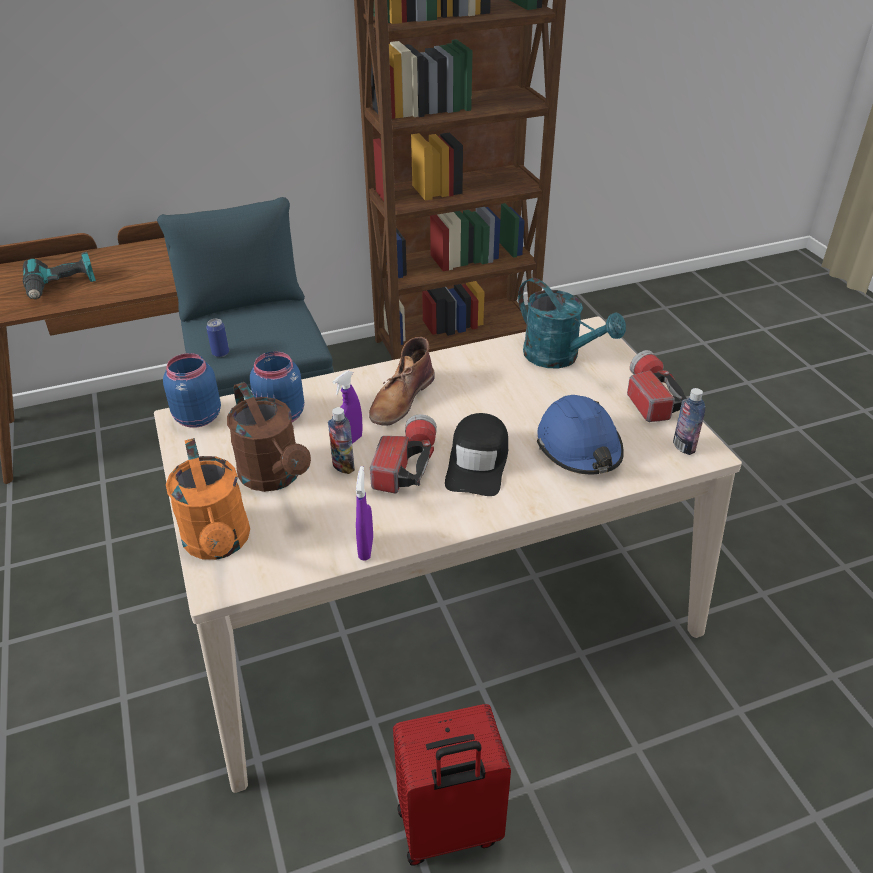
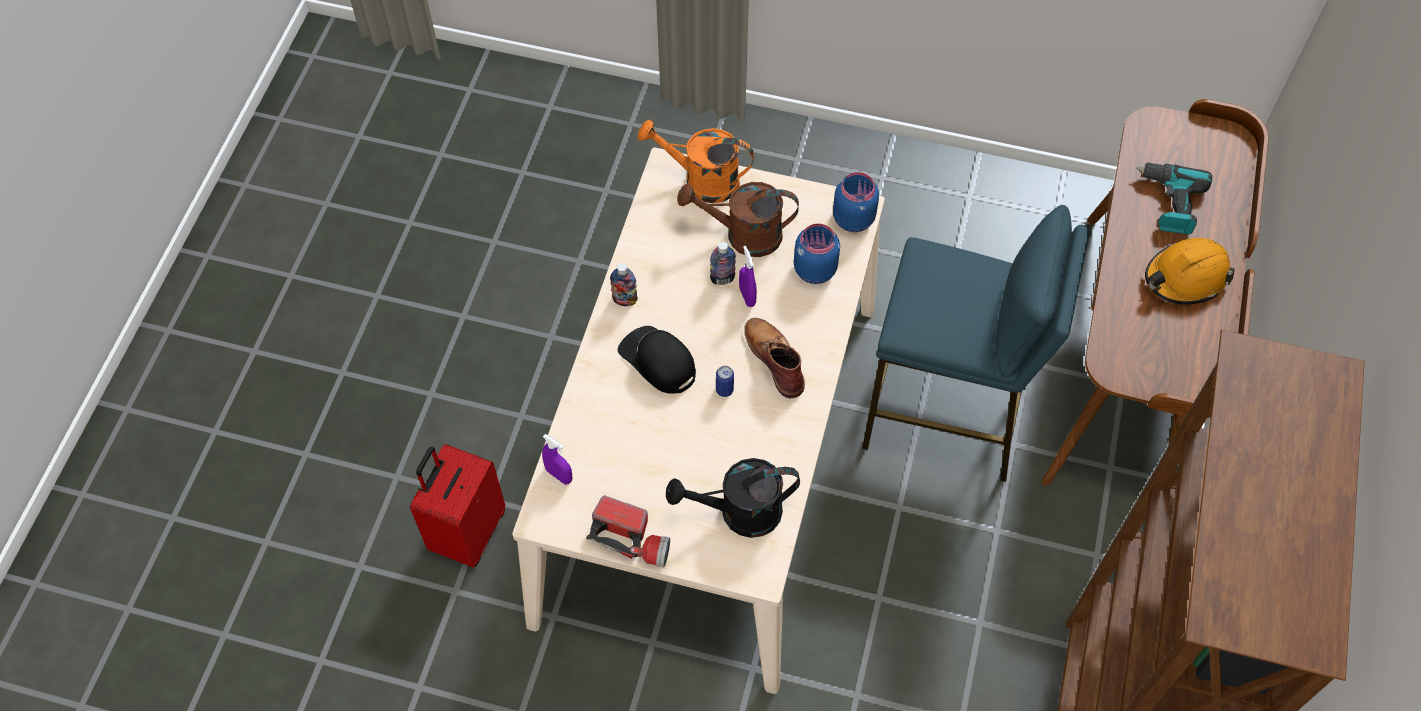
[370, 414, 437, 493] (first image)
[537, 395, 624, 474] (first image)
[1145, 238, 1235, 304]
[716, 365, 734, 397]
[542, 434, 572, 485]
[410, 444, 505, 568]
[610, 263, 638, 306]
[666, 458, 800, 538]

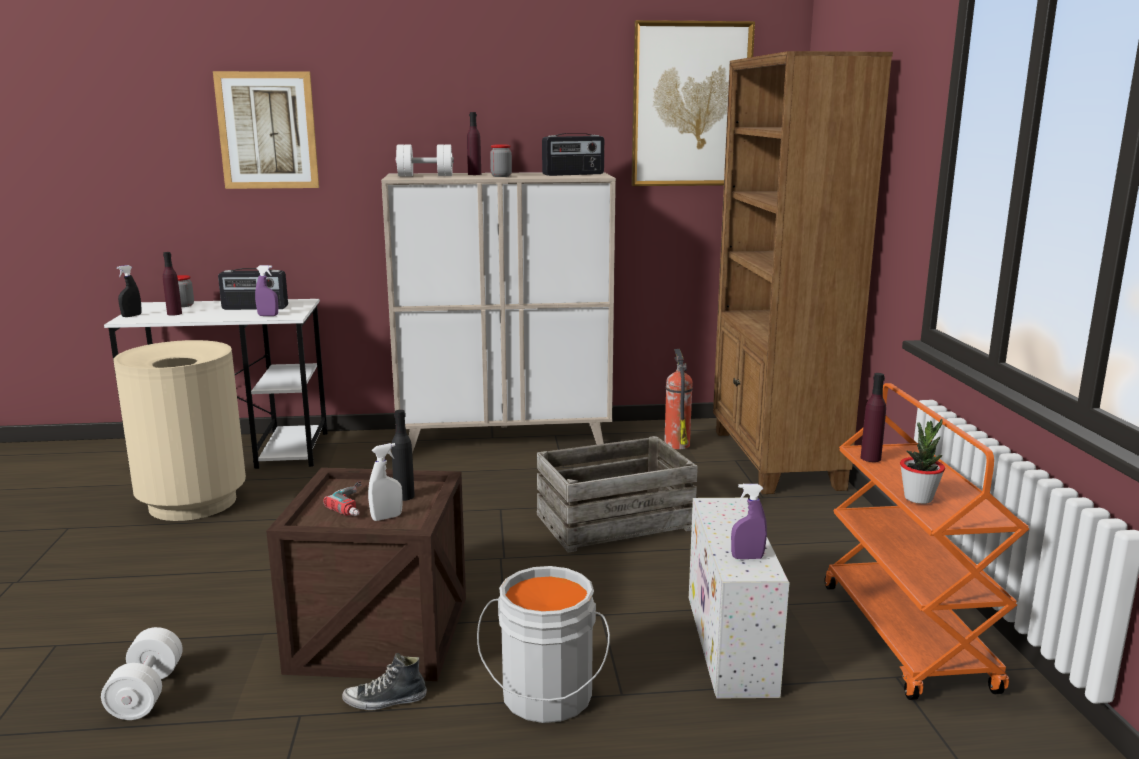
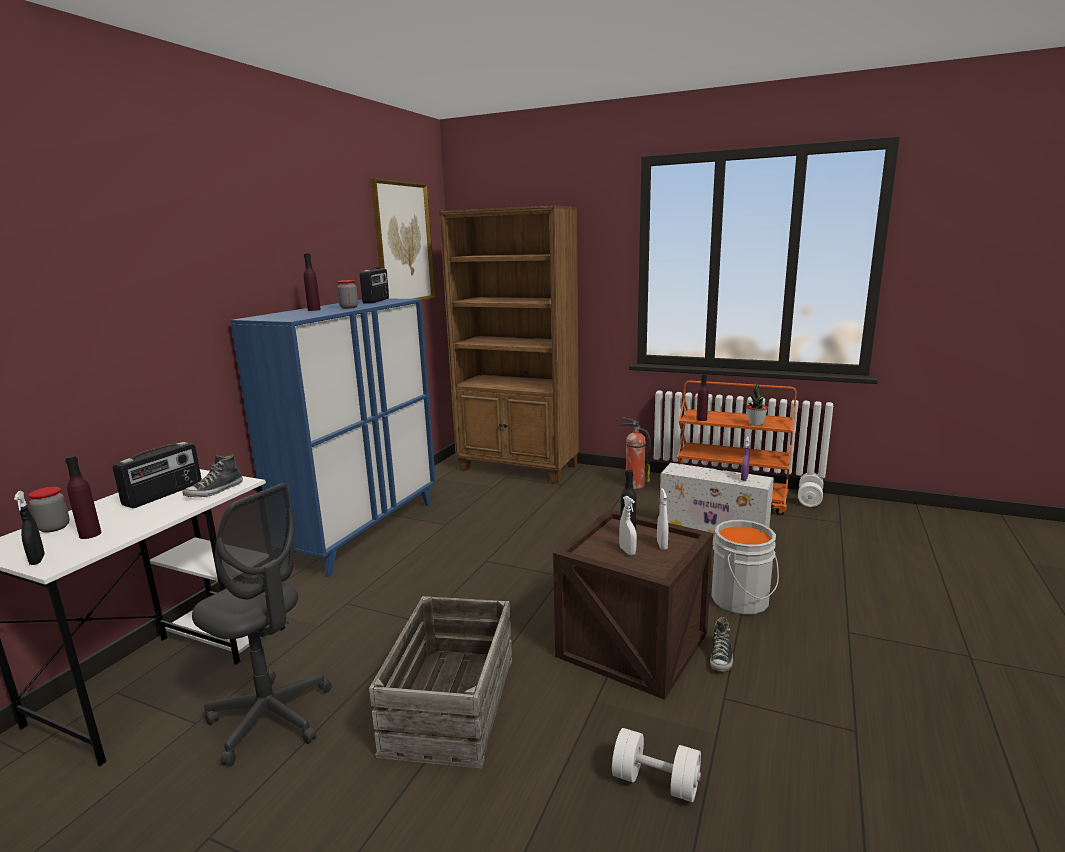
[213, 71, 319, 189] (first image)
[798, 473, 823, 507]
[369, 596, 512, 769]
[619, 417, 651, 489]
[192, 483, 331, 766]
[182, 454, 243, 497]
[619, 496, 637, 555]
[231, 299, 436, 577]

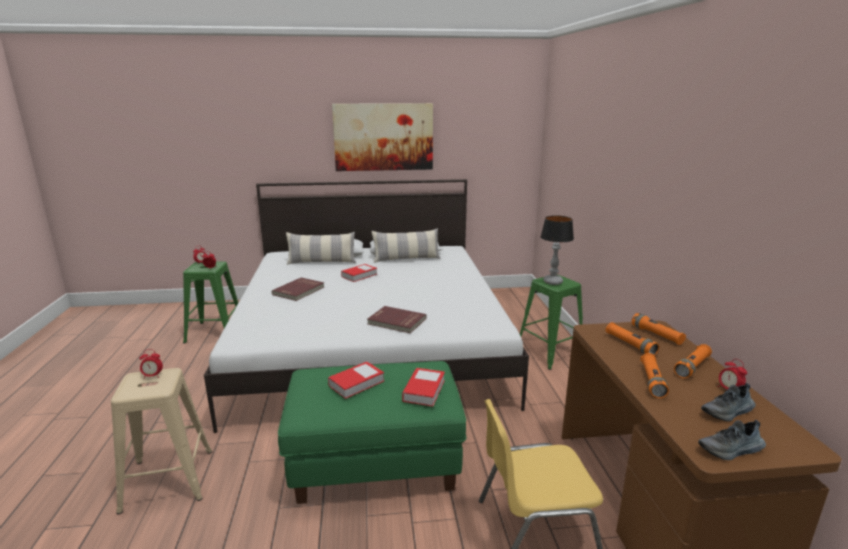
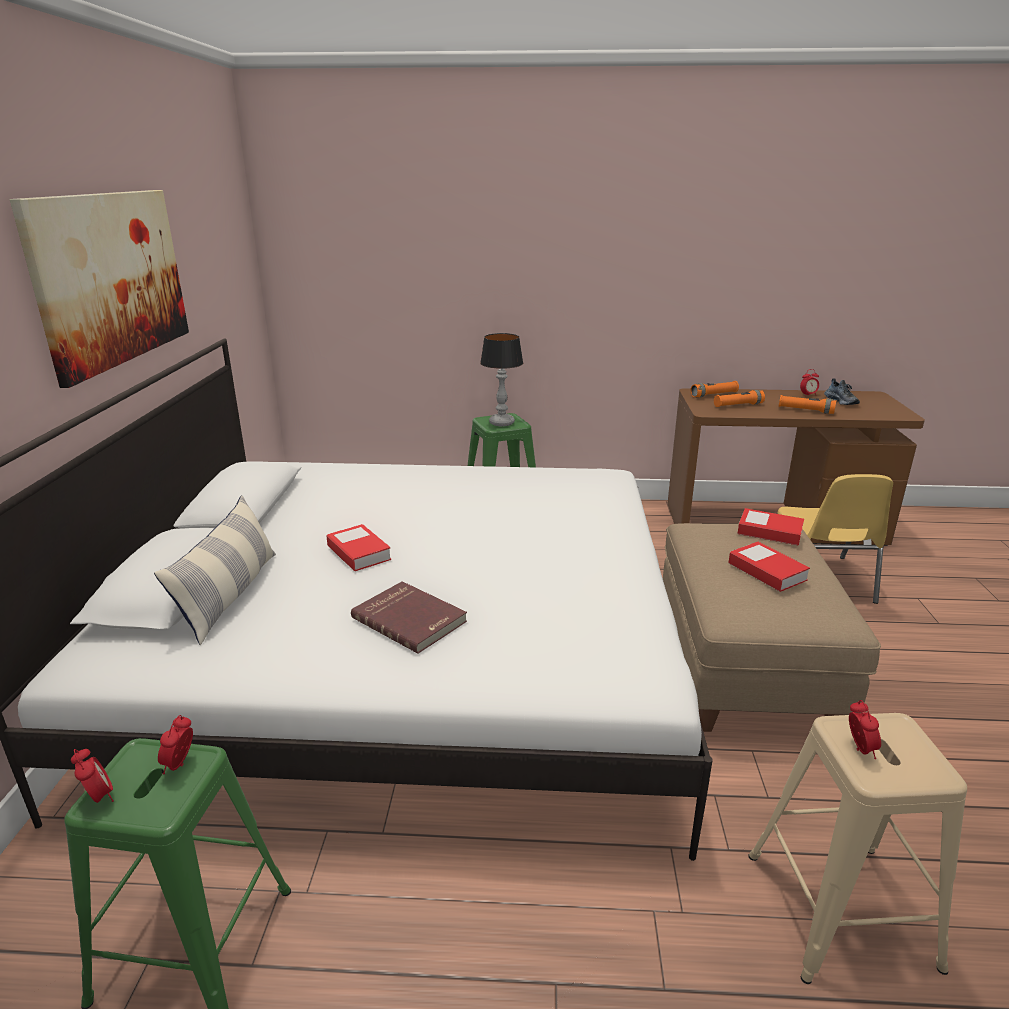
[368, 306, 427, 333] (first image)
[372, 228, 440, 263] (first image)
[674, 344, 712, 378] (first image)
[698, 420, 766, 460] (first image)
[663, 523, 881, 732]

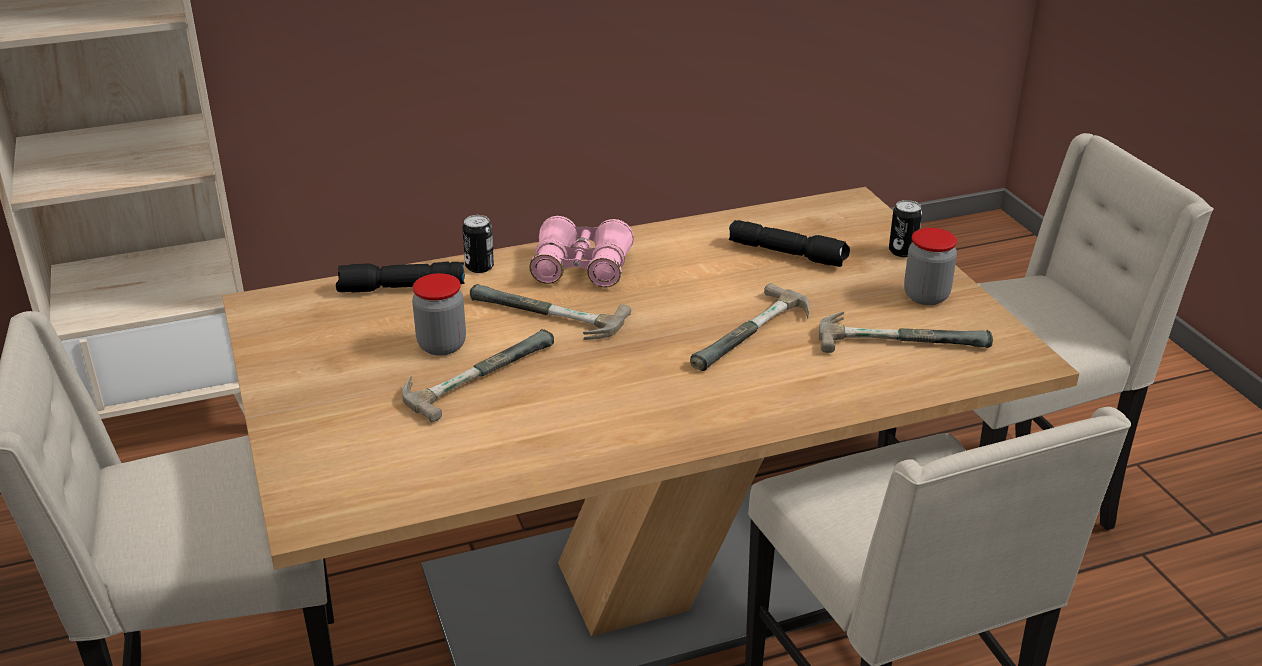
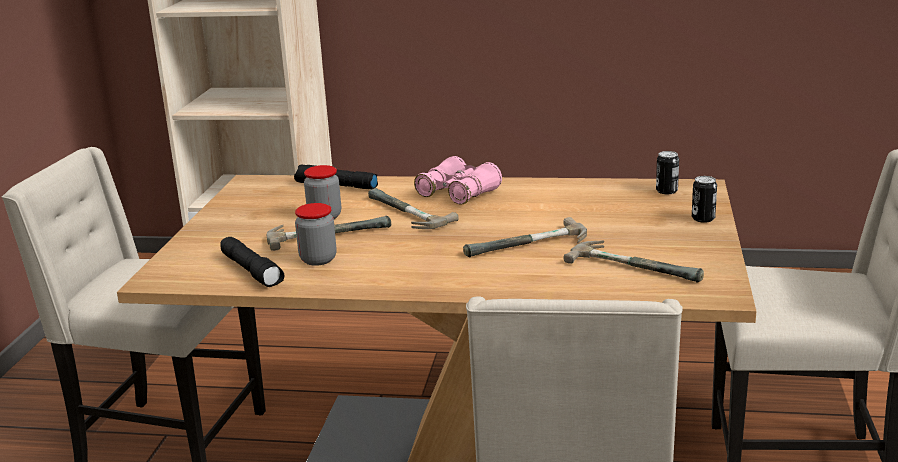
[656, 151, 679, 194]
[220, 237, 284, 287]
[295, 203, 337, 266]

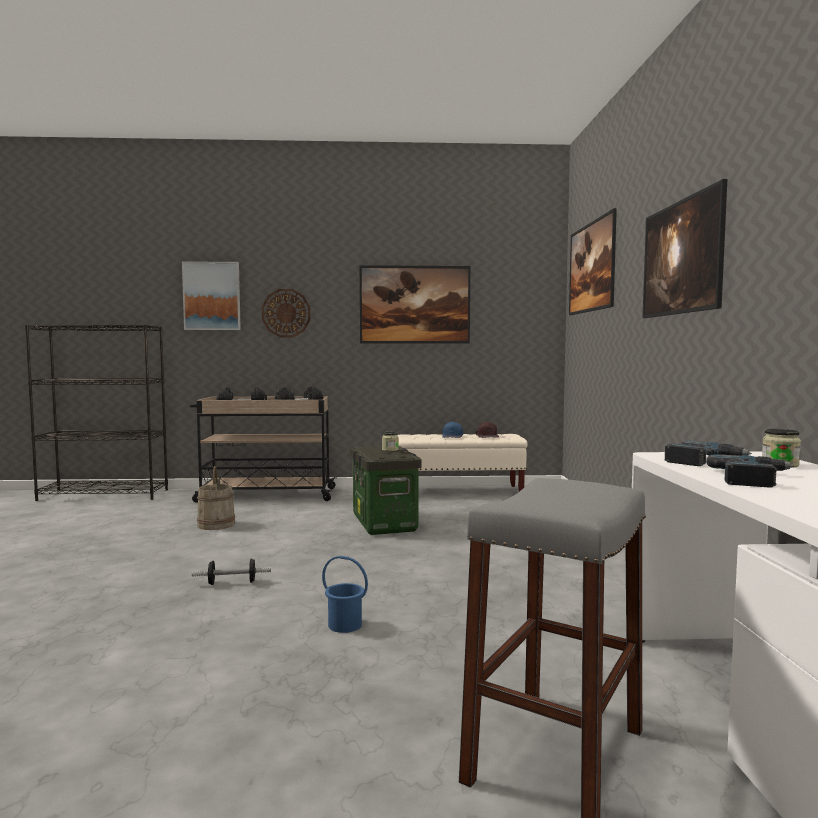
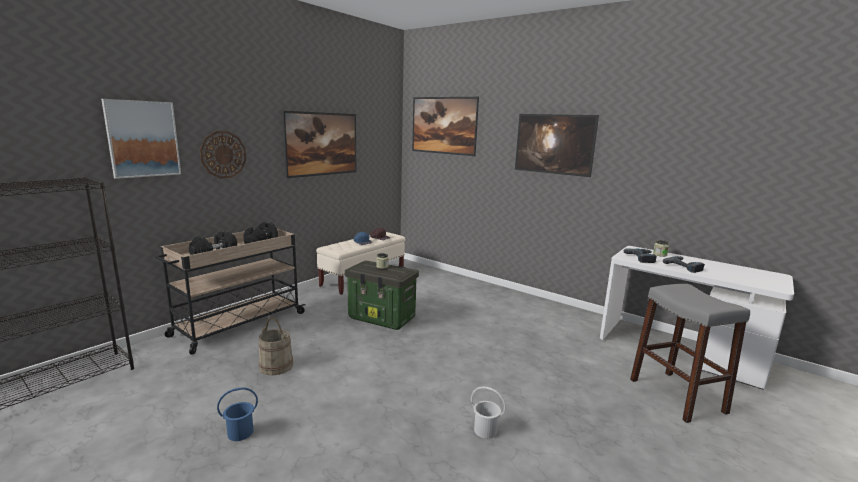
[192, 559, 271, 585] (first image)
[471, 387, 506, 439]
[217, 388, 258, 441]

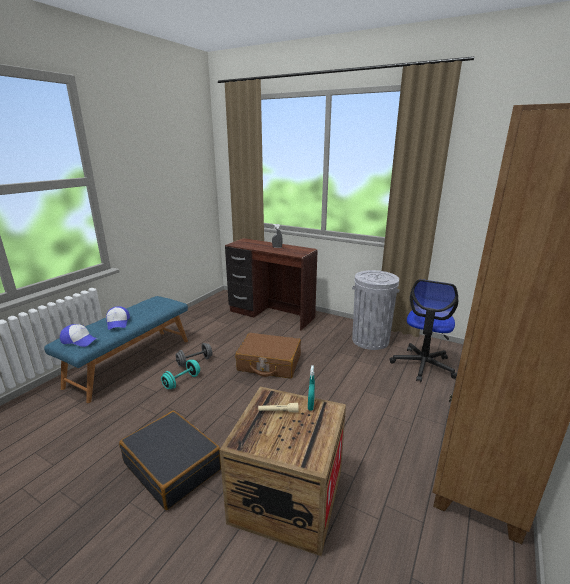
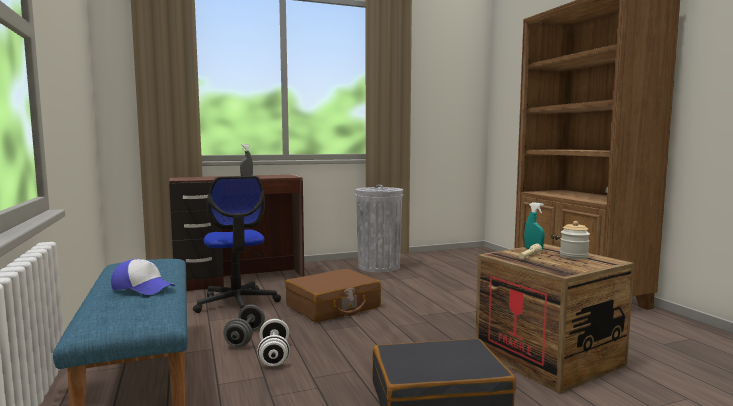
[60, 324, 98, 347] (first image)
[560, 221, 590, 259]
[193, 176, 281, 313]
[257, 319, 290, 366]

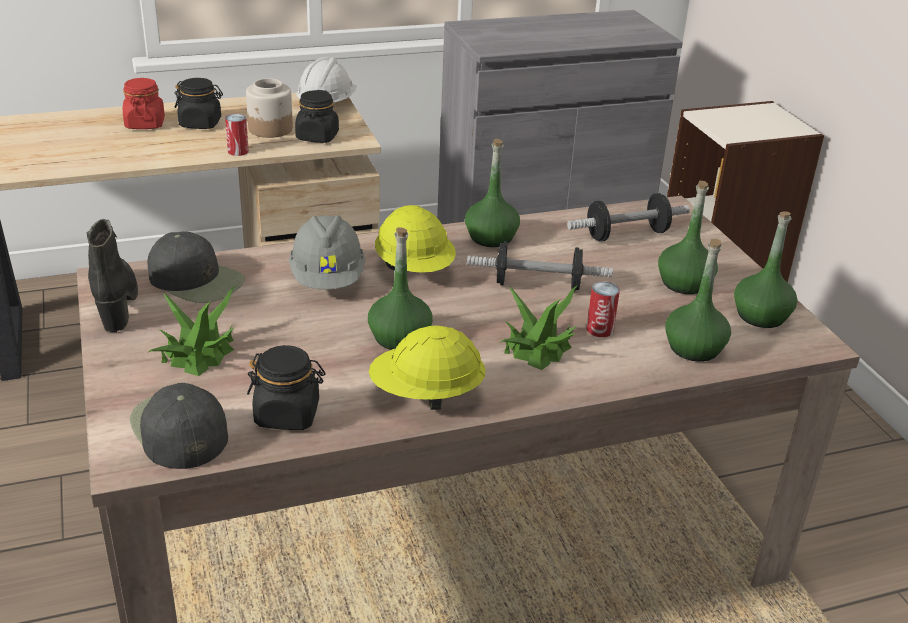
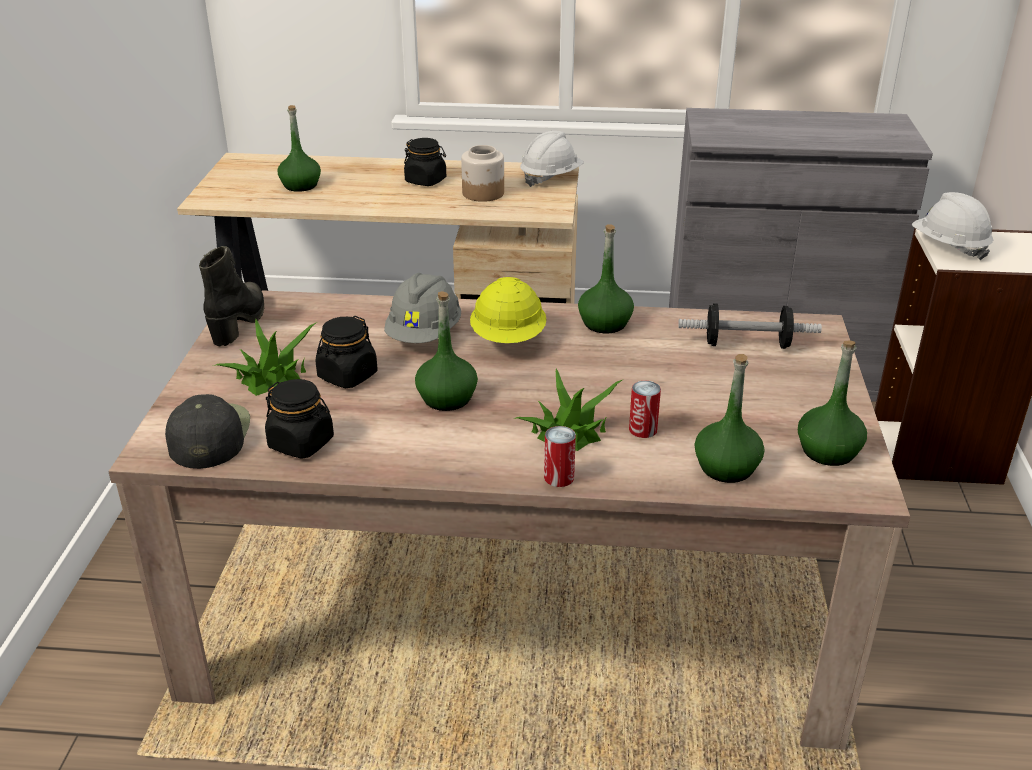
[123, 78, 165, 129] (first image)
[147, 231, 245, 303] (first image)
[369, 326, 486, 410] (first image)
[467, 241, 613, 292] (first image)
[912, 192, 993, 260]
[544, 426, 576, 487]
[315, 316, 377, 388]
[277, 105, 321, 192]

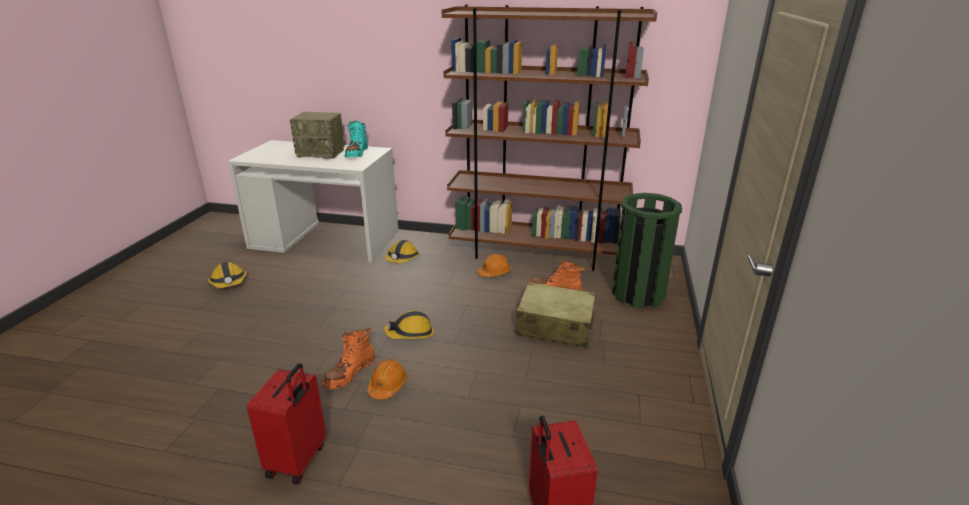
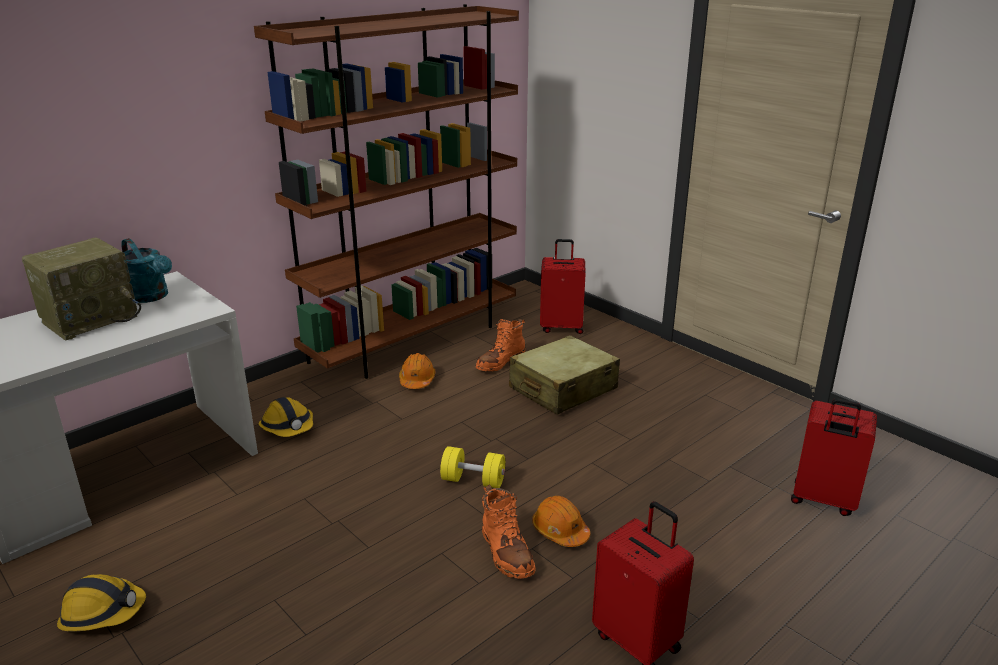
[121, 238, 172, 303]
[440, 446, 505, 488]
[540, 239, 586, 334]

